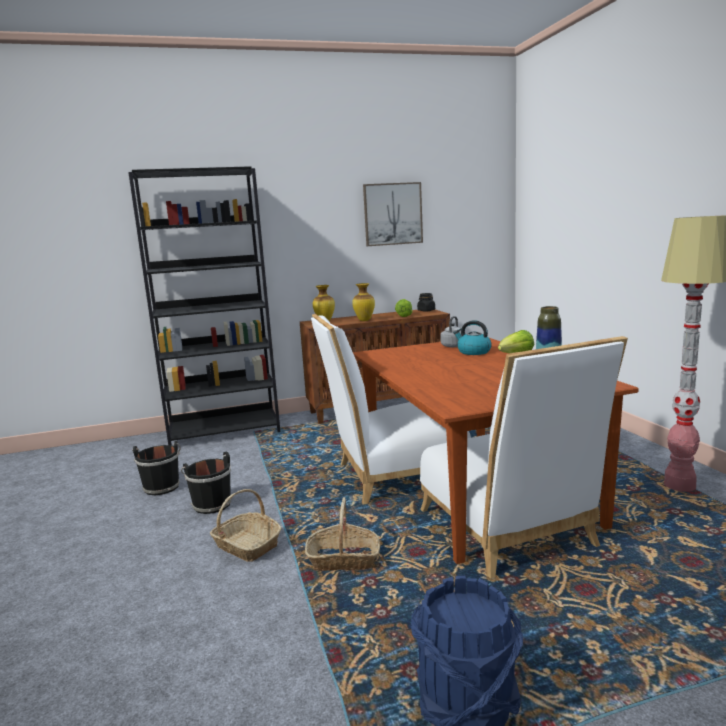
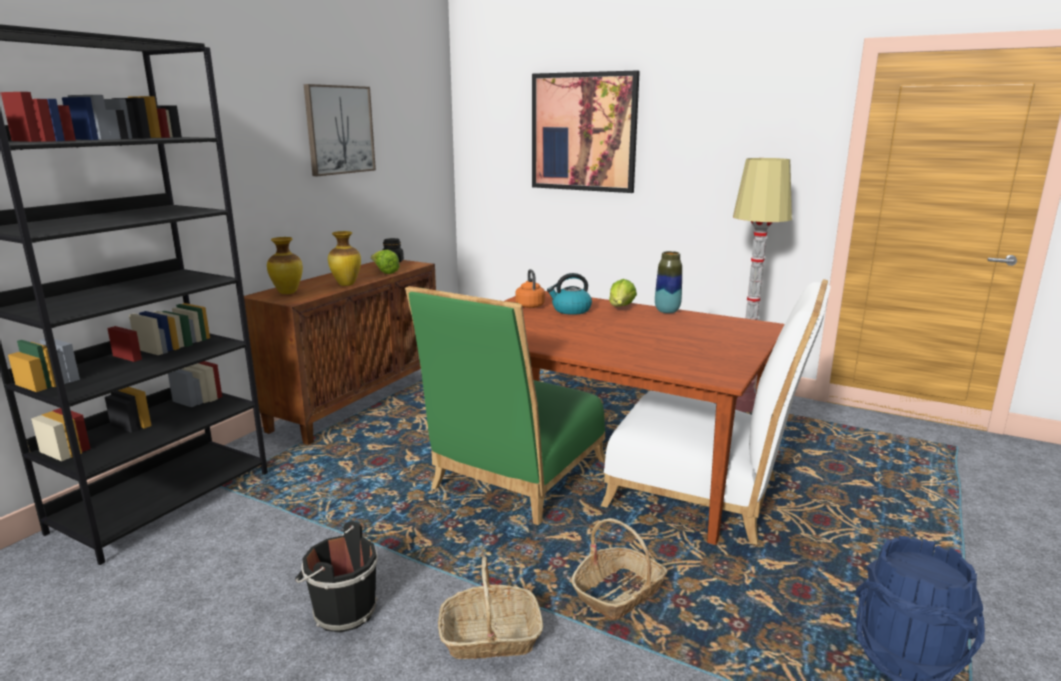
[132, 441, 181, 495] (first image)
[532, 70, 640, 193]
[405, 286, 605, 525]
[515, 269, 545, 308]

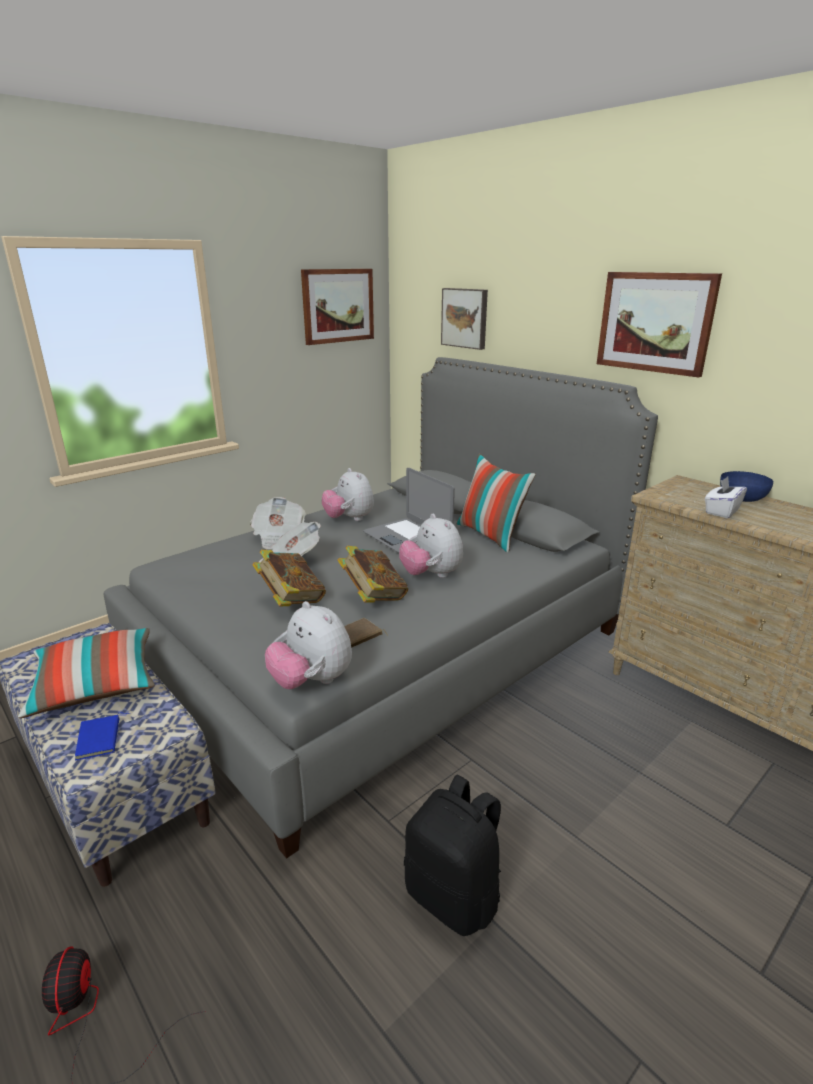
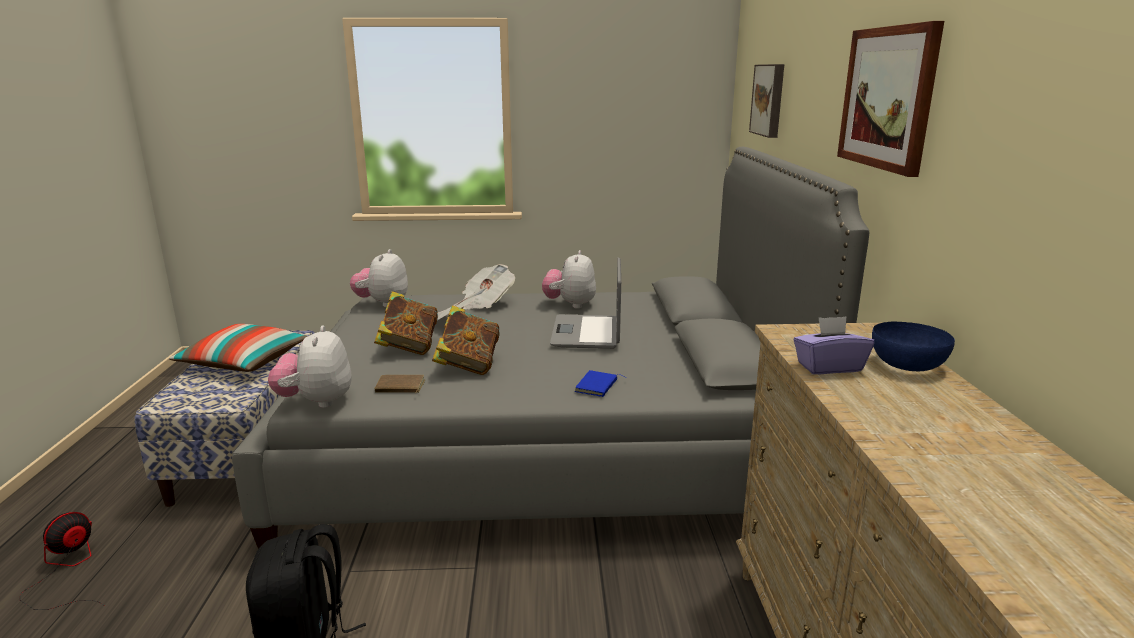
[301, 269, 374, 345] (first image)
[457, 454, 536, 553] (first image)
[575, 370, 626, 397]
[350, 249, 408, 307]
[794, 316, 874, 374]

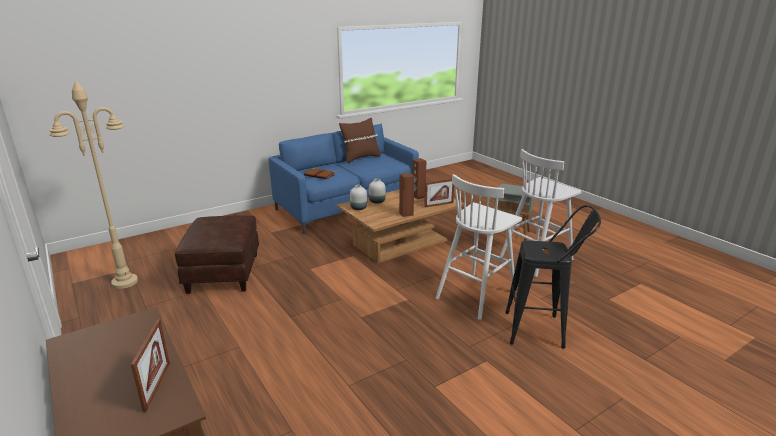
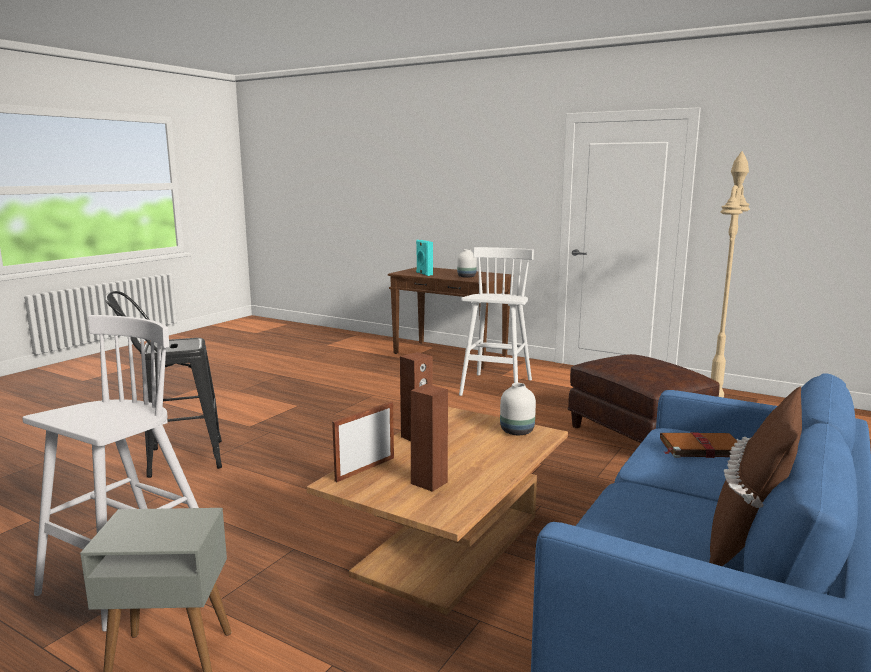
[457, 249, 477, 278]
[459, 247, 534, 396]
[416, 240, 433, 276]

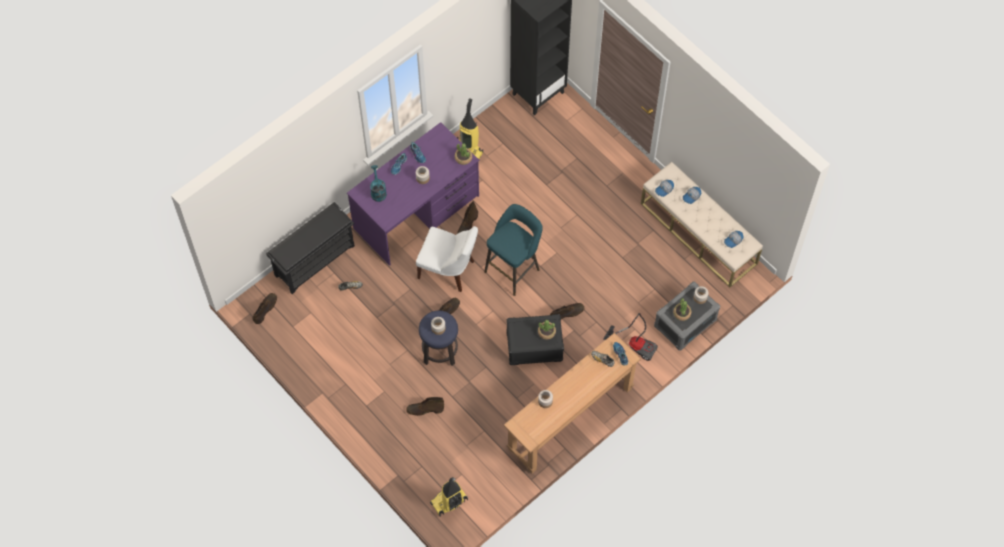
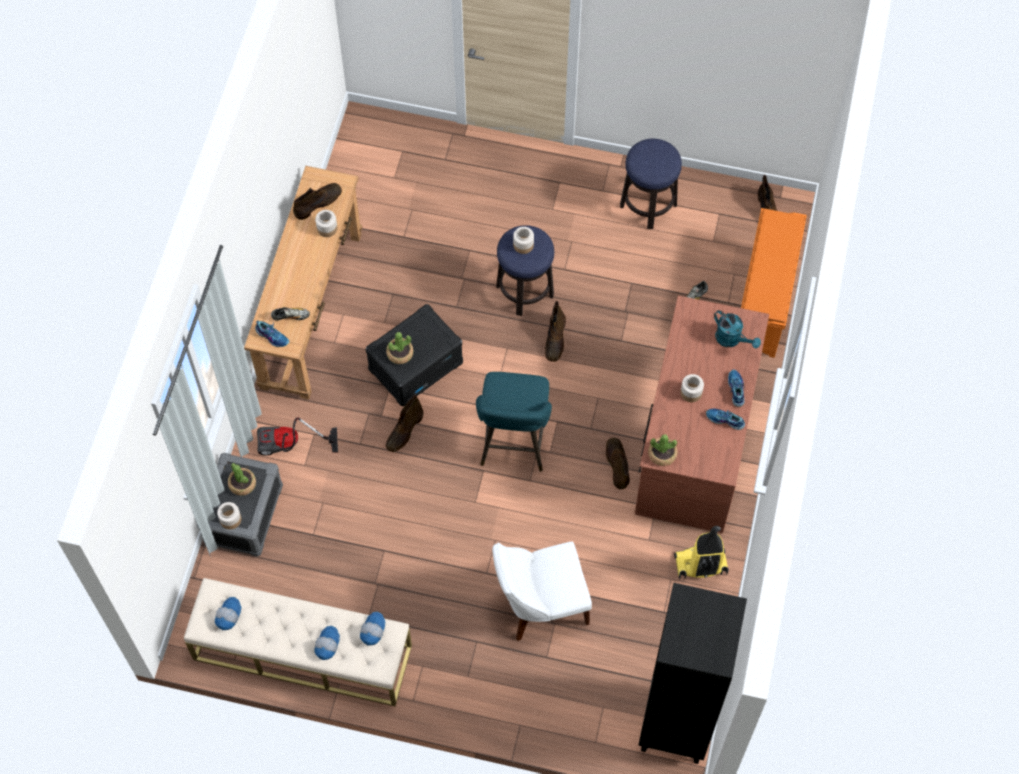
[430, 477, 468, 517] (first image)
[620, 139, 682, 229]
[293, 183, 342, 220]
[492, 542, 592, 641]
[741, 208, 807, 358]
[635, 296, 769, 533]

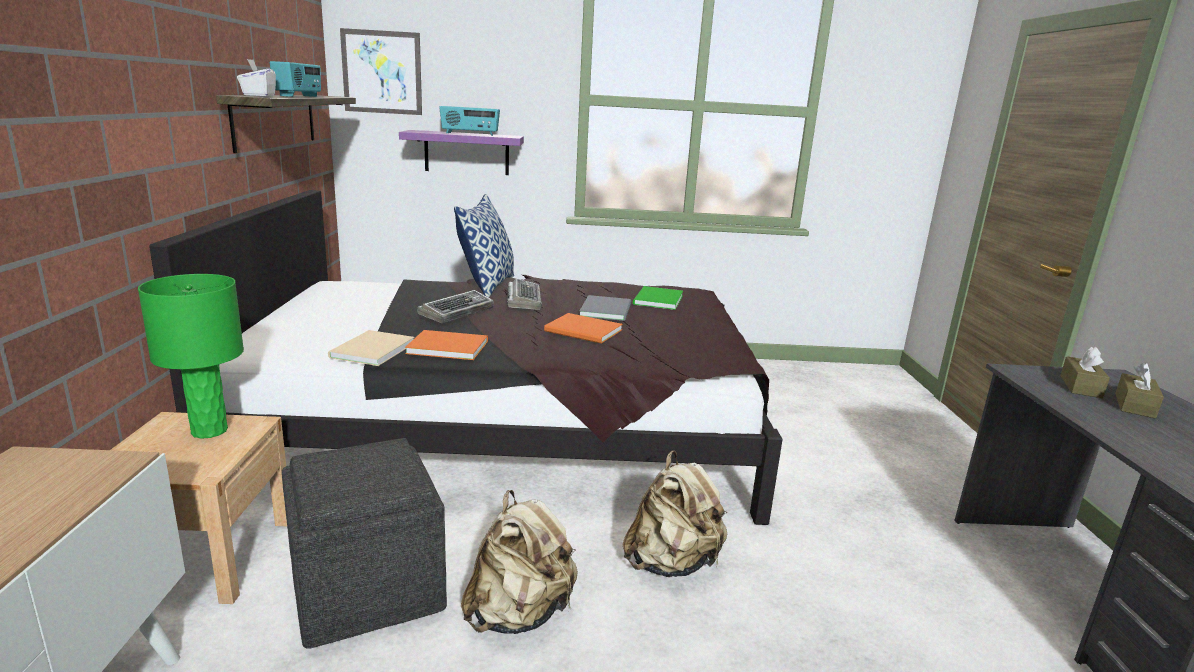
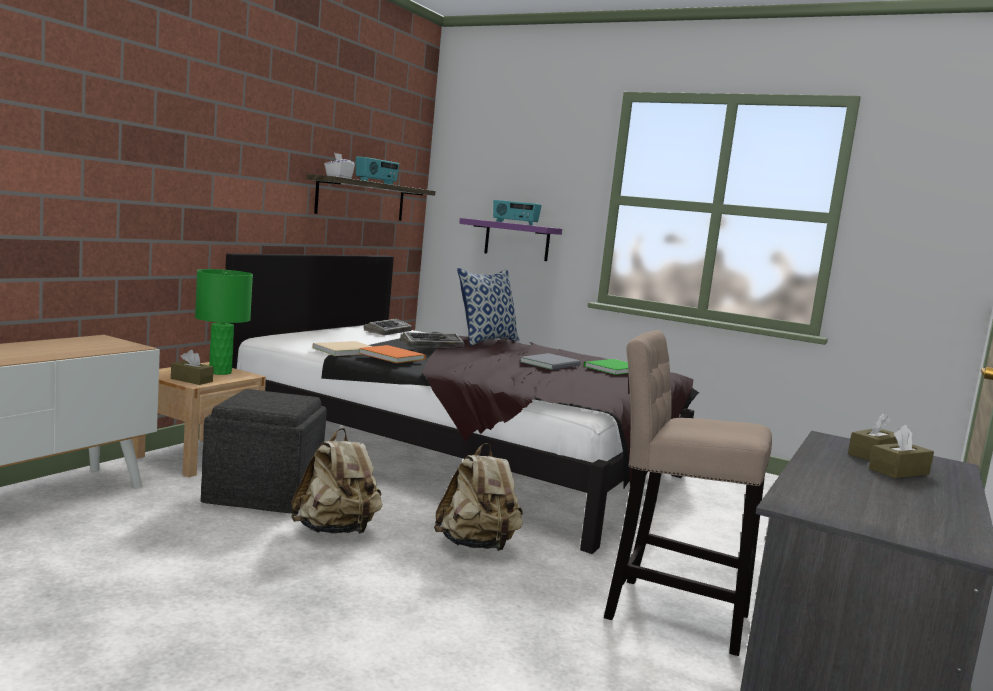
[340, 28, 422, 115] (first image)
[544, 313, 623, 344] (first image)
[171, 350, 214, 385]
[604, 330, 772, 656]
[364, 319, 412, 336]

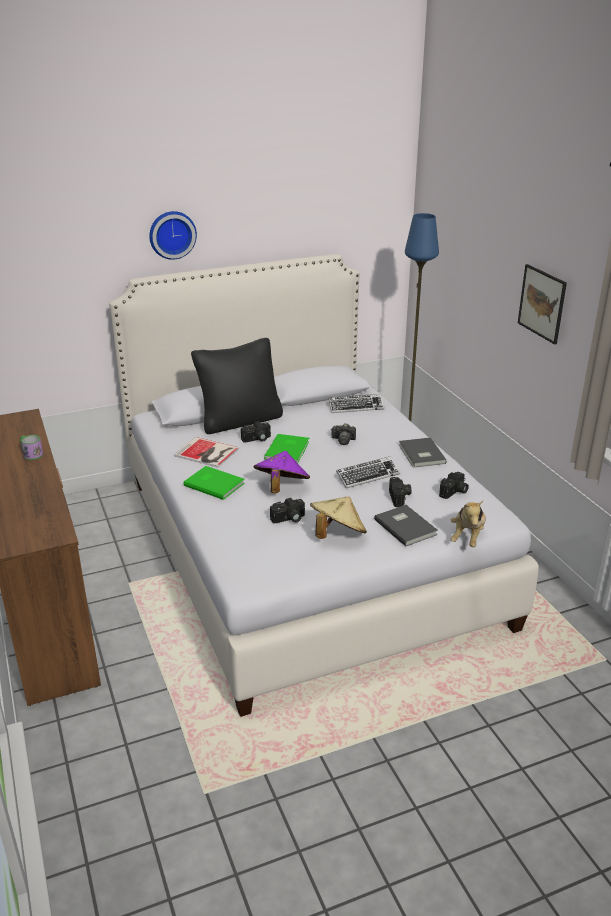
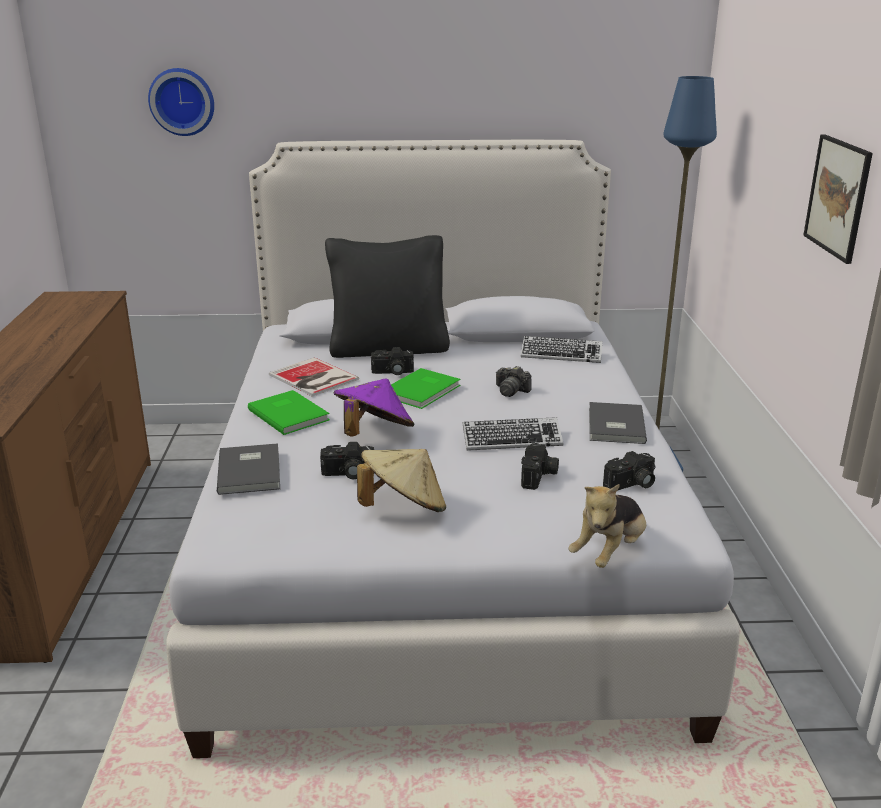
[20, 435, 43, 460] (first image)
[148, 68, 214, 136]
[217, 443, 280, 495]

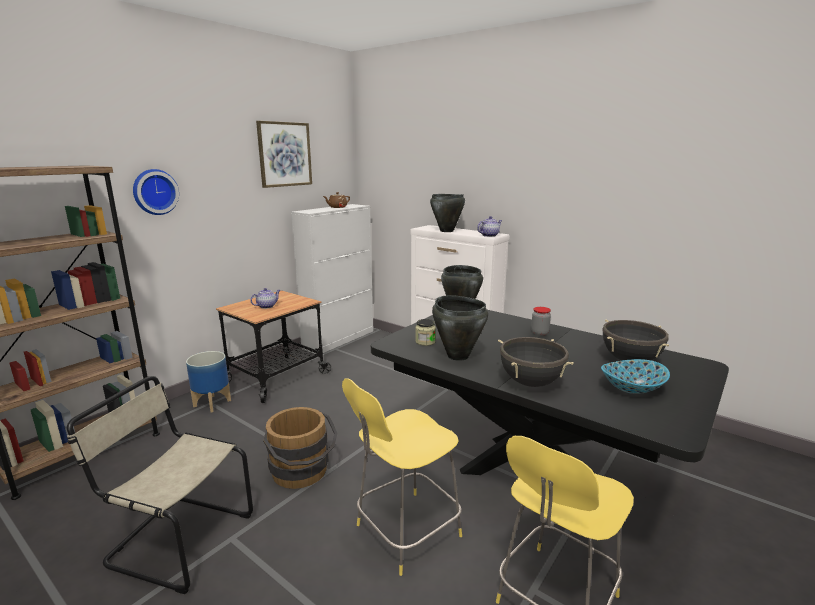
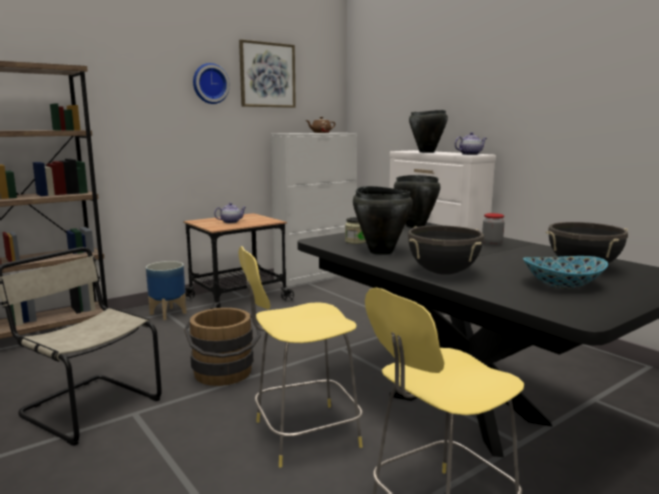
[193, 63, 230, 104]

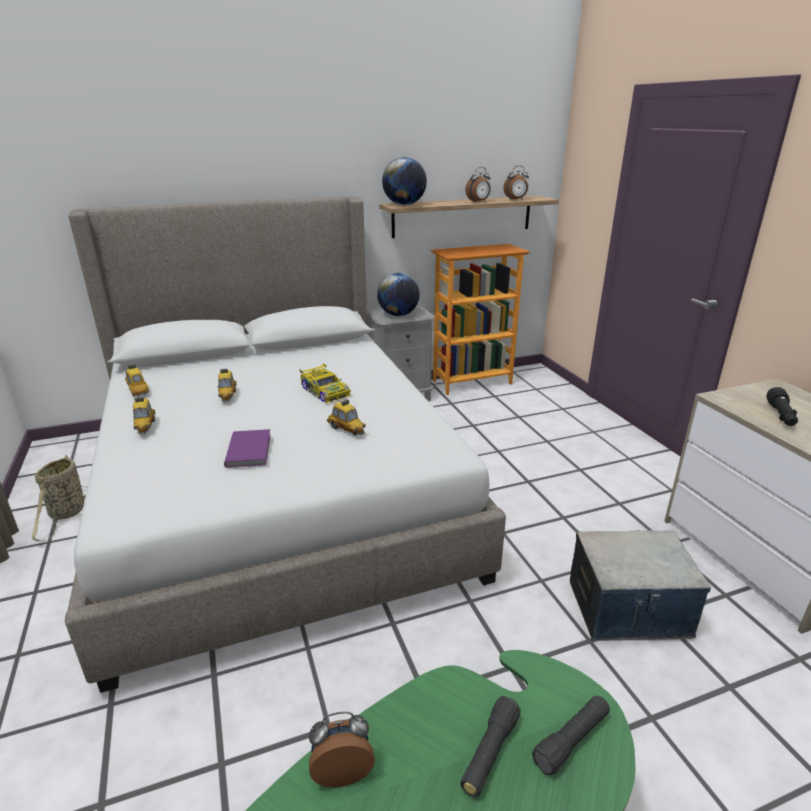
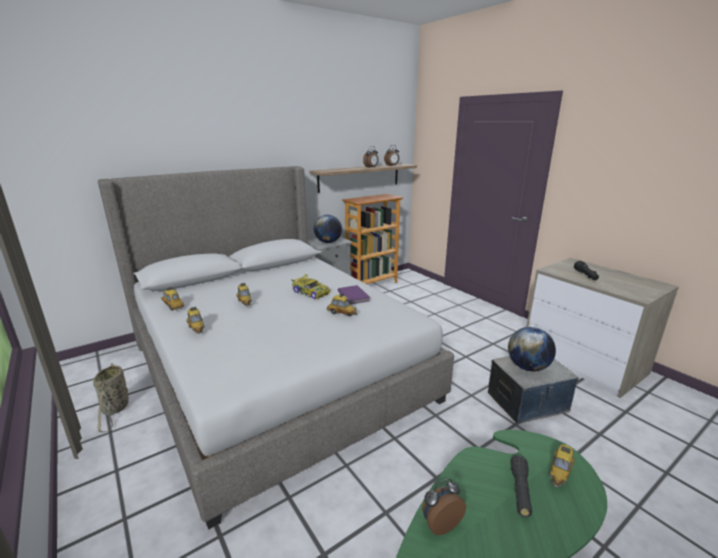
[338, 285, 370, 305]
[508, 327, 556, 371]
[550, 444, 575, 487]

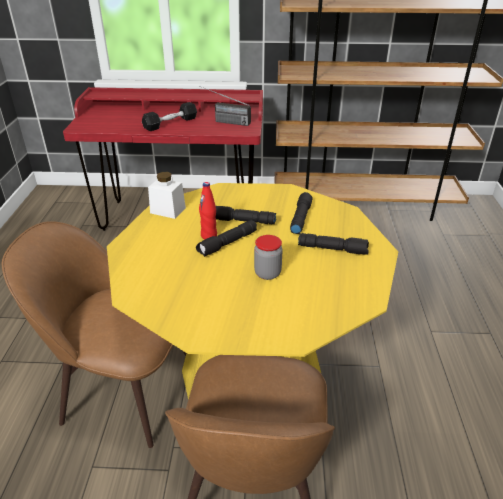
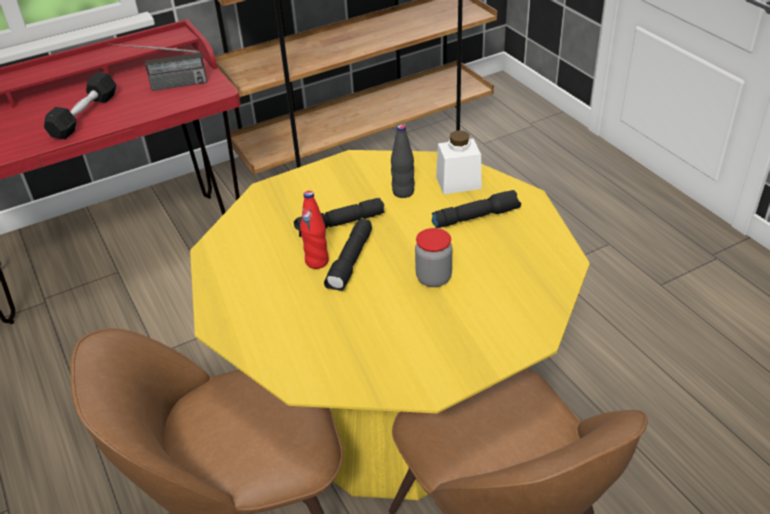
[436, 130, 482, 194]
[391, 124, 415, 198]

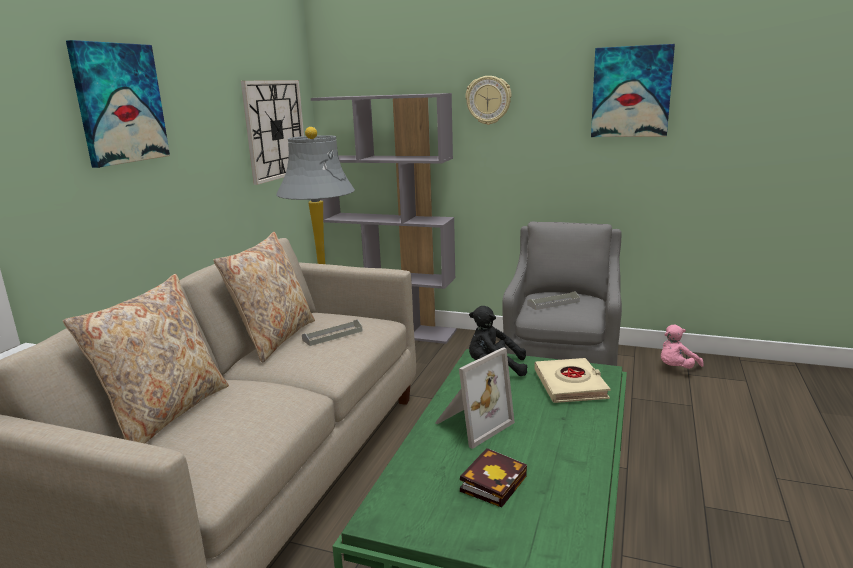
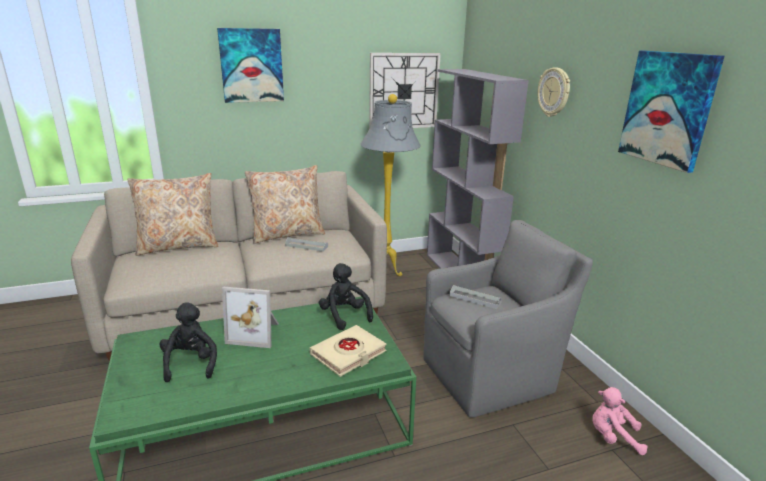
[159, 302, 217, 382]

